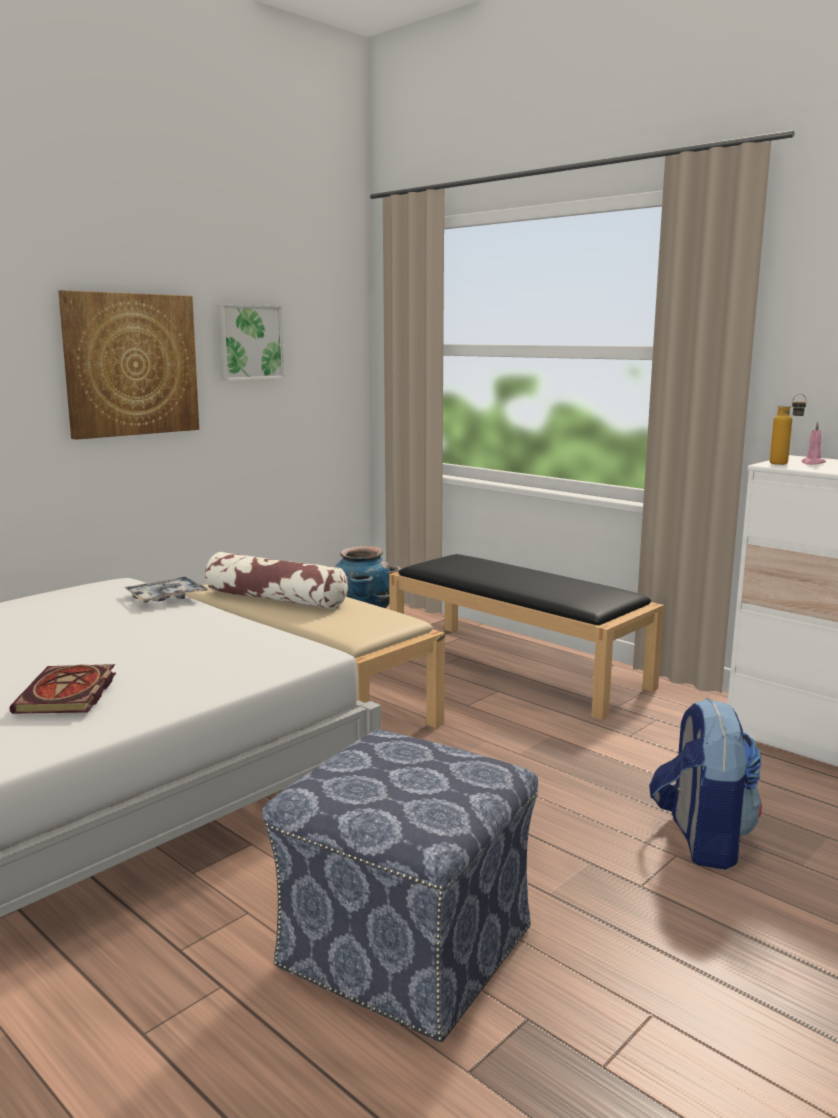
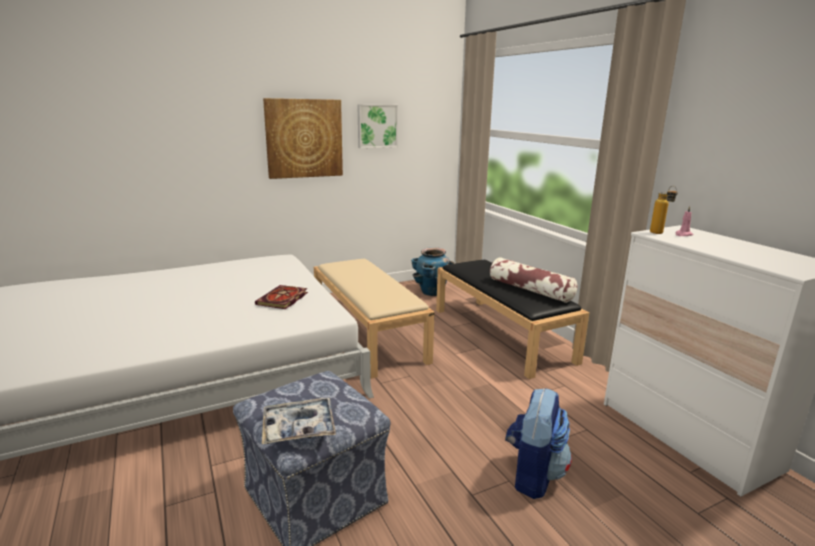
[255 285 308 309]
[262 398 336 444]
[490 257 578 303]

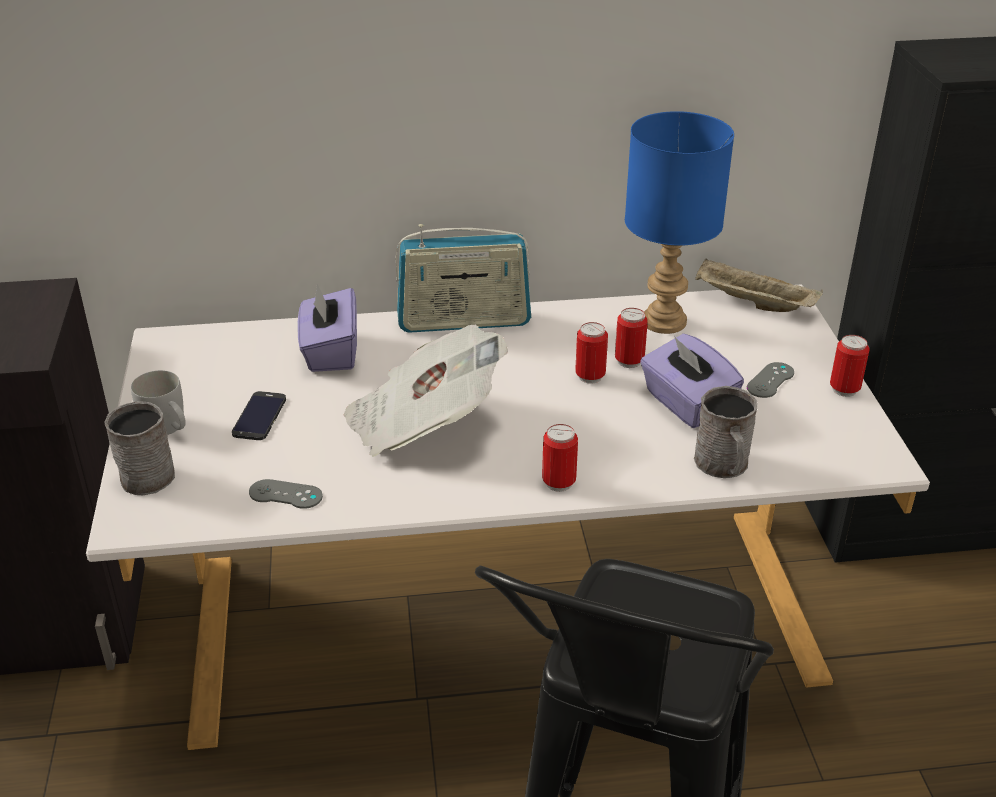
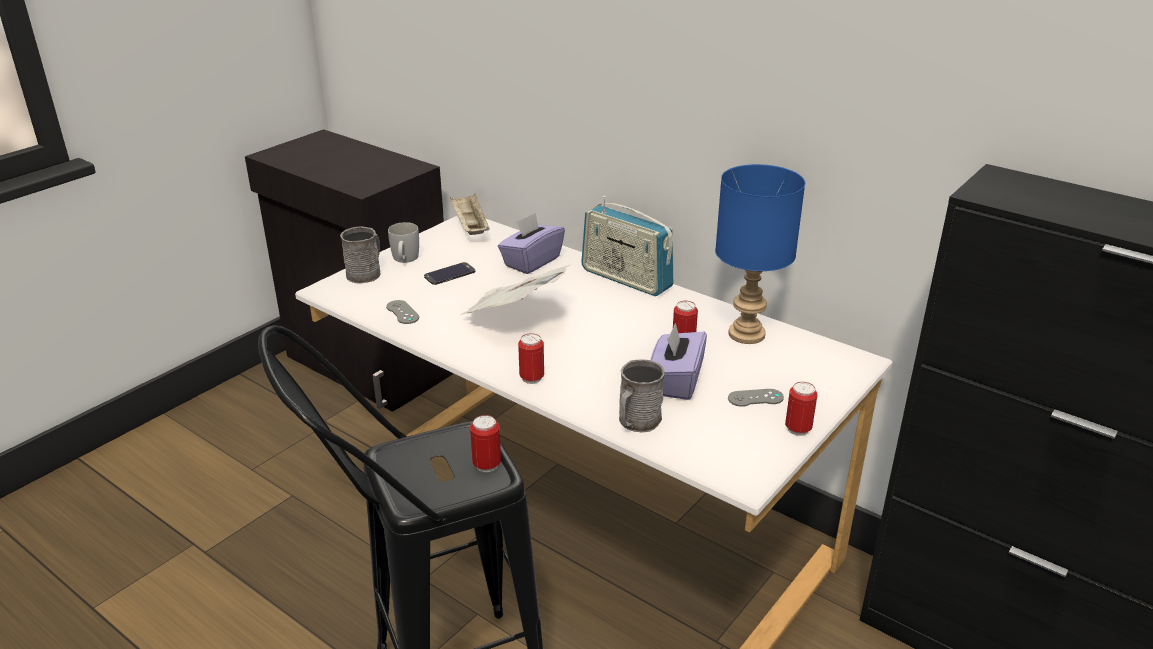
[470 415 501 472]
[450 194 490 235]

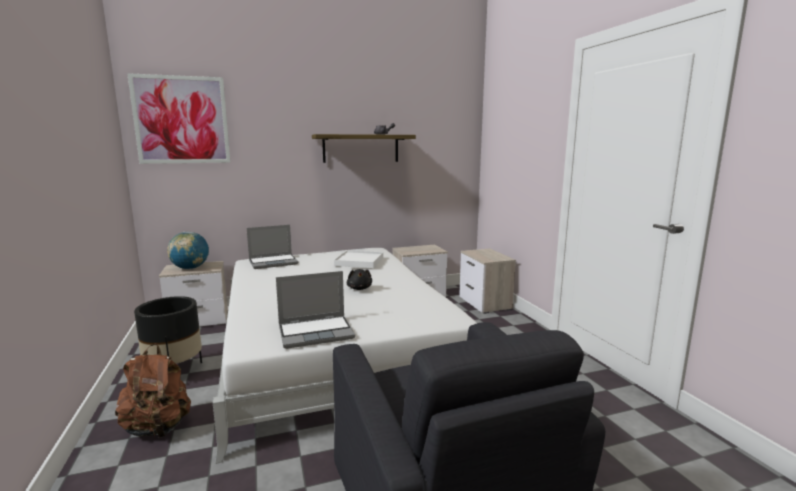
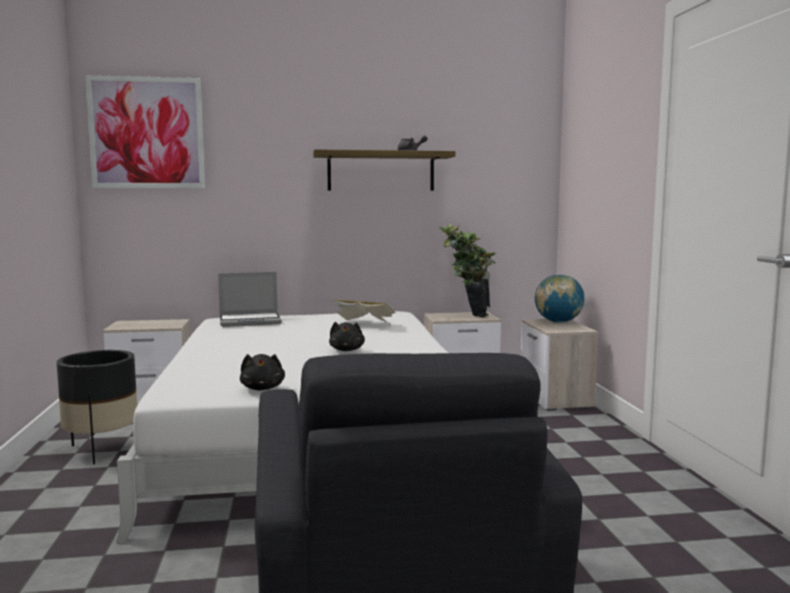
[115 344 191 438] (first image)
[439 223 496 317]
[535 274 584 323]
[240 354 285 390]
[334 300 395 323]

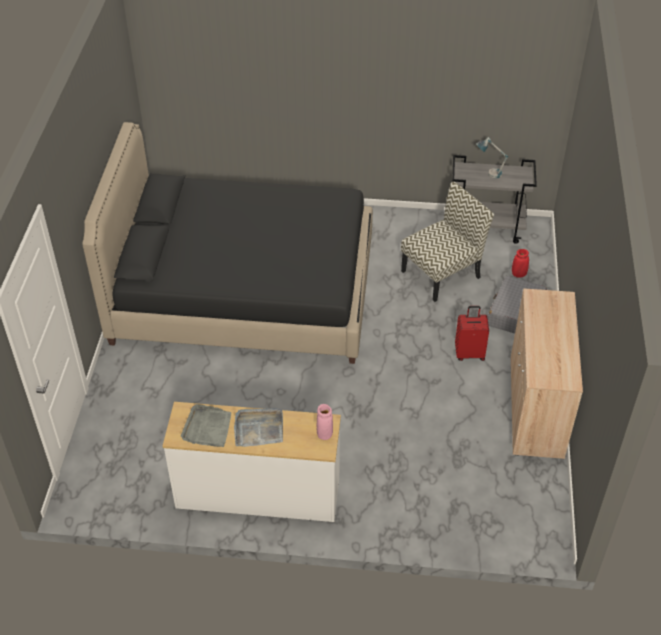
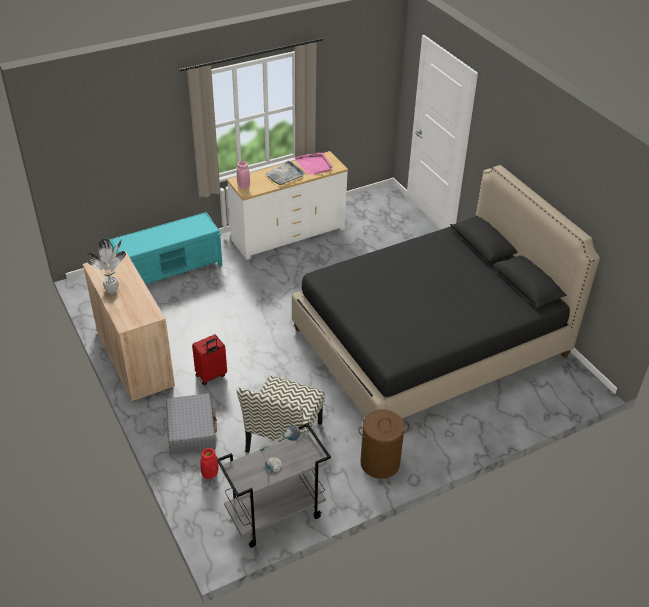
[87 239 126 294]
[109 212 223 284]
[358 409 409 479]
[295 153 333 175]

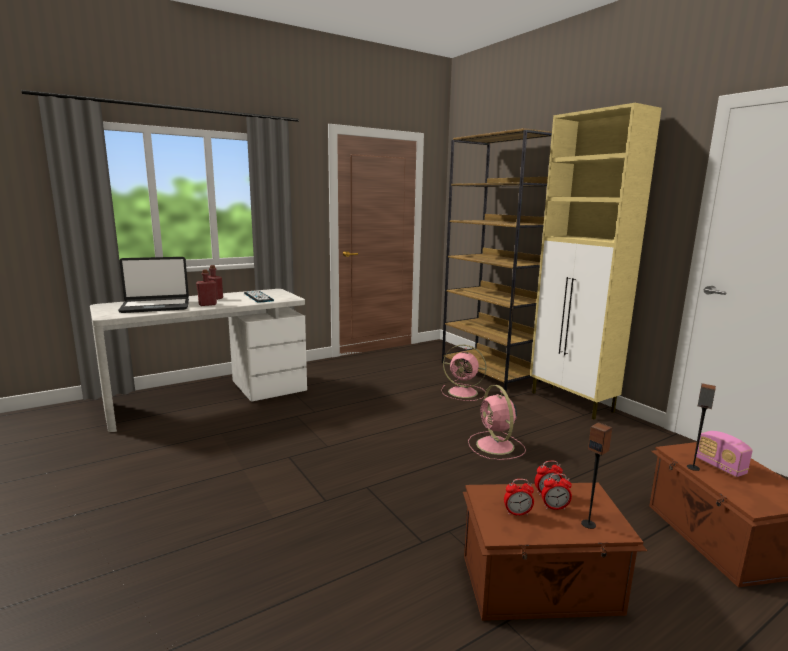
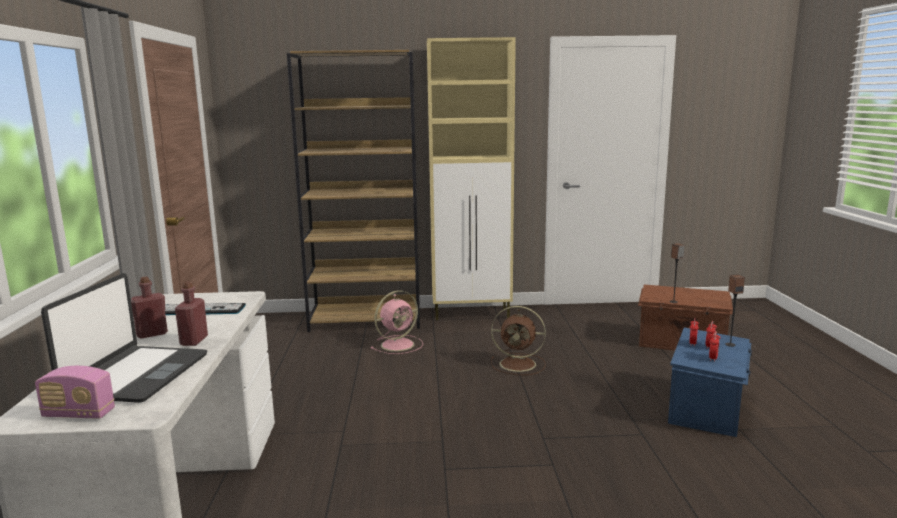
[35 366 115 419]
[668 328 752 437]
[491 306 546 375]

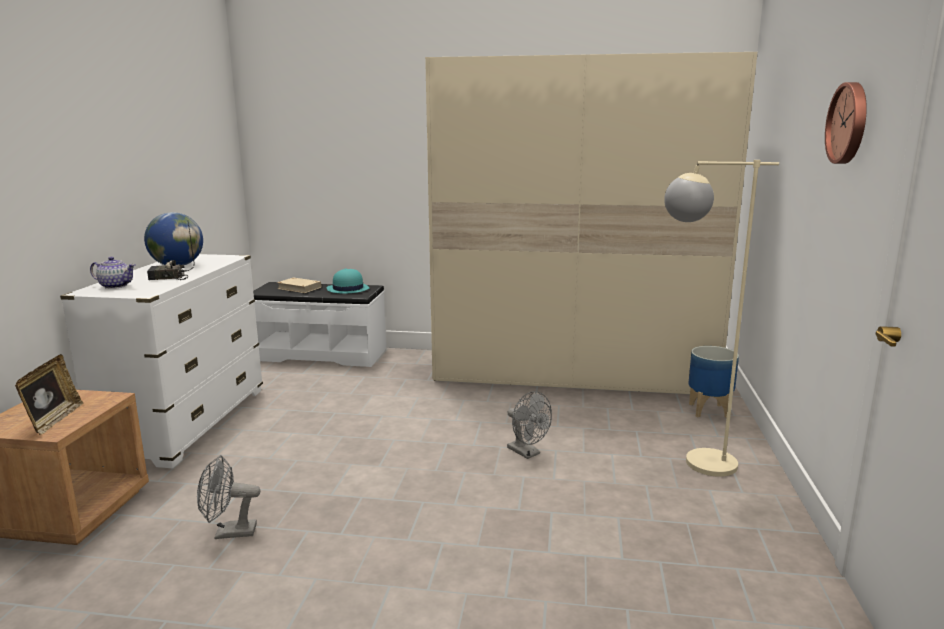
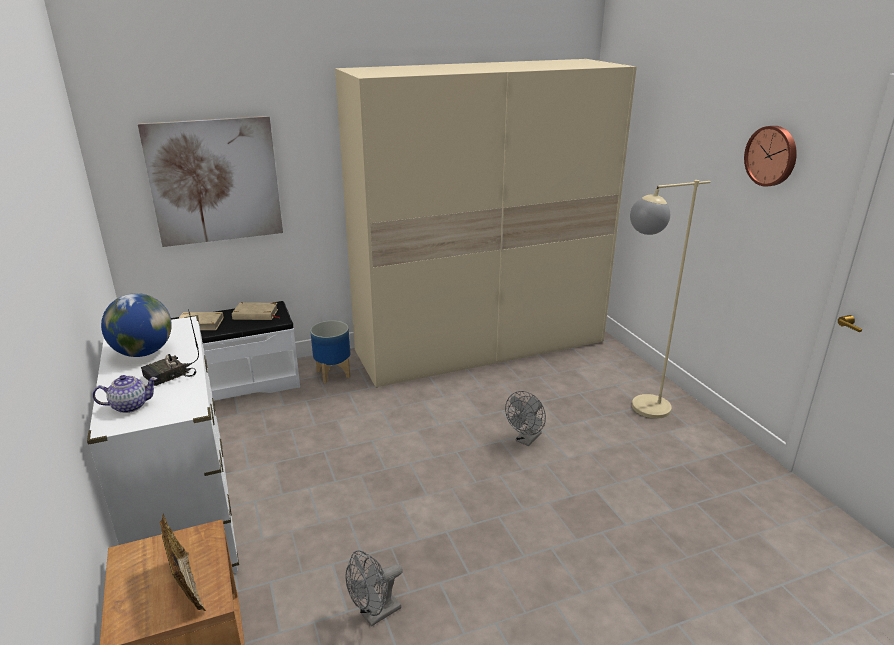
[138 116 283 247]
[310 320 351 383]
[232 302 280 320]
[505 391 546 446]

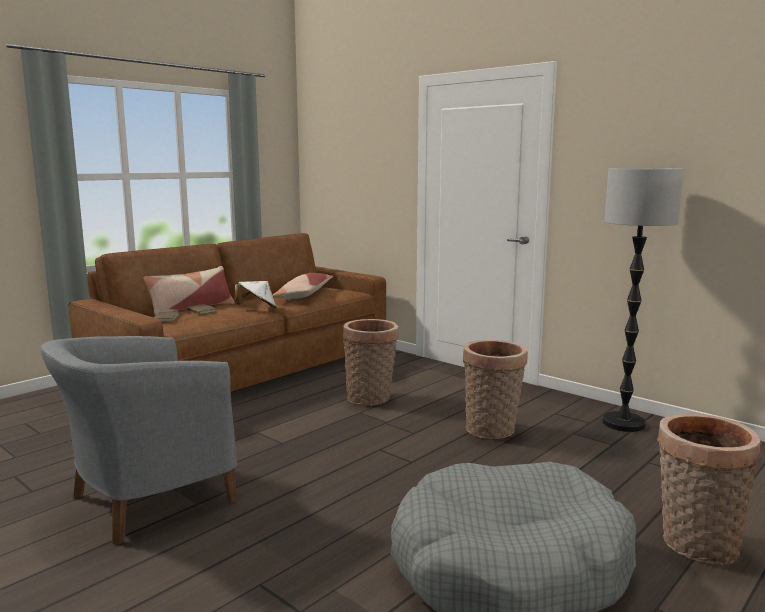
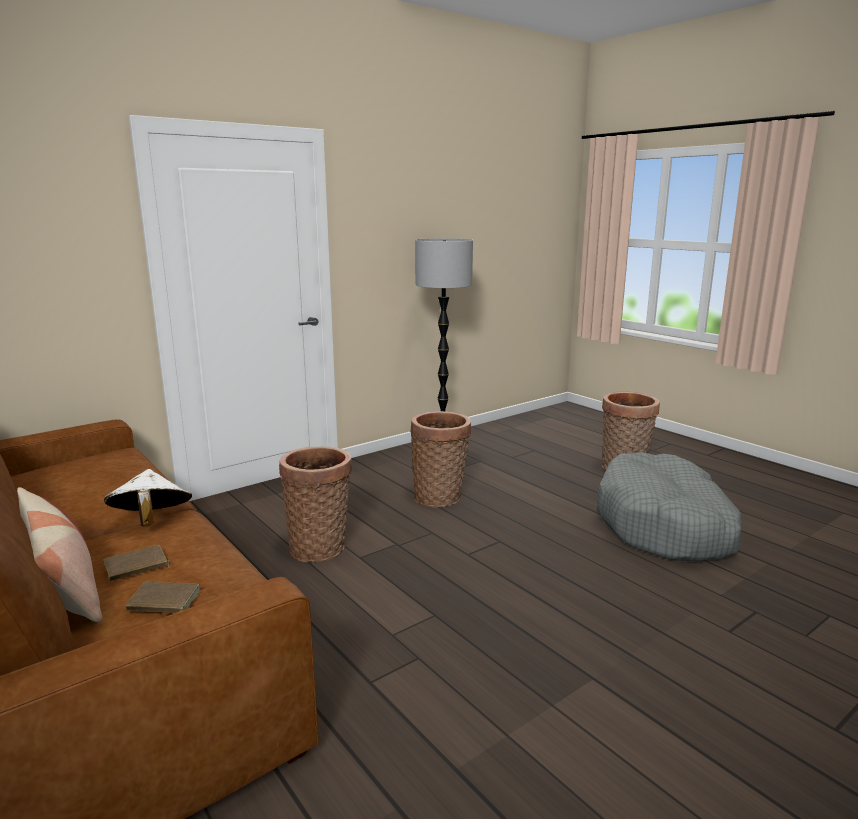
[41 336 237 545] (first image)
[273 273 333 299] (first image)

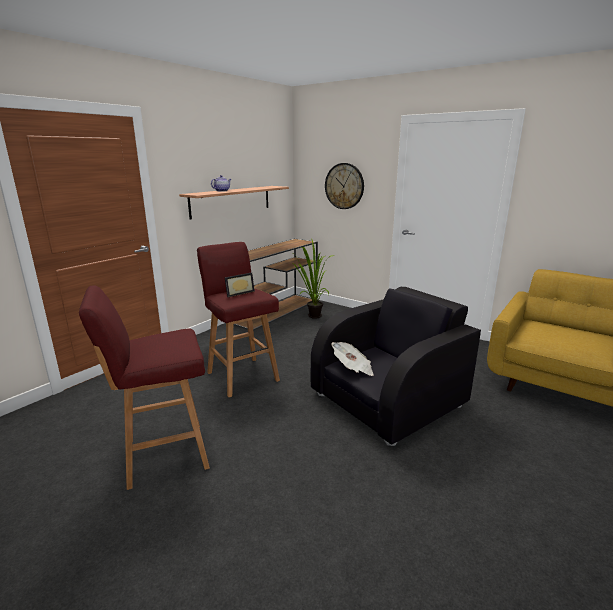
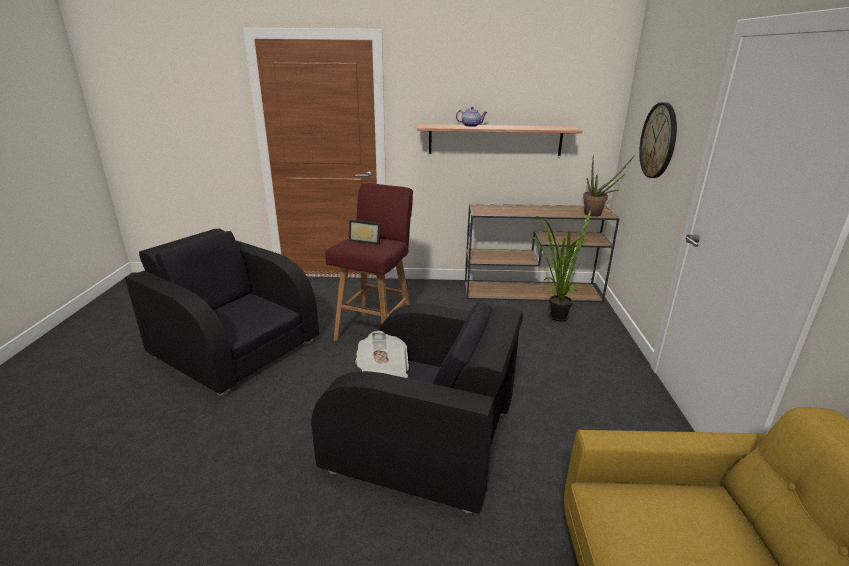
[583 154 634 217]
[125 229 319 395]

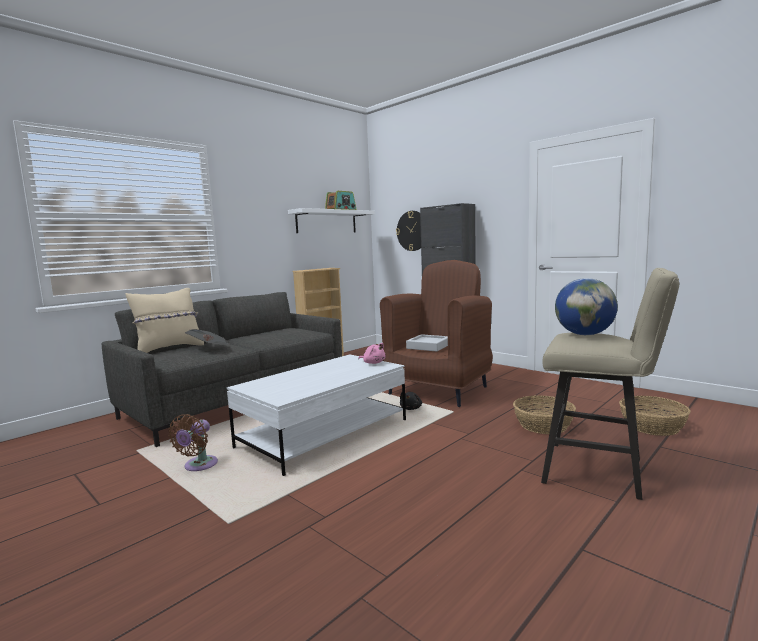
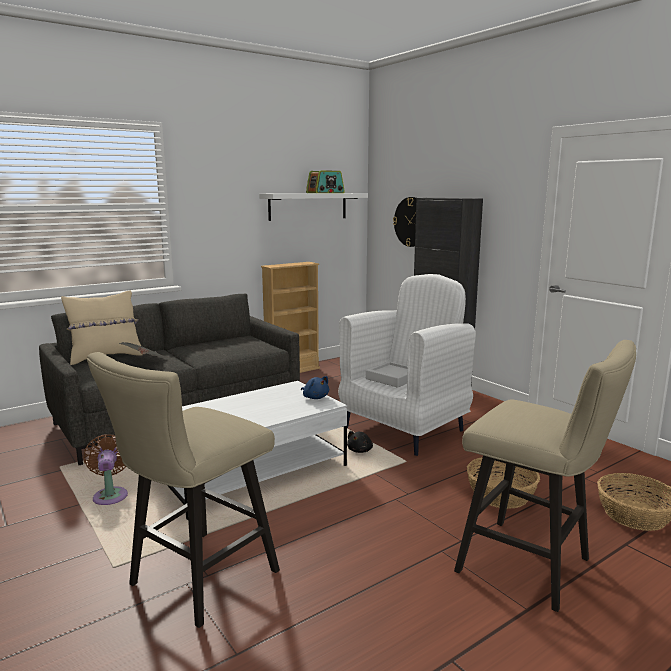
[555 278 618 335] (first image)
[87 352 280 628]
[301 376 329 399]
[338 274 476 456]
[84 434 128 505]

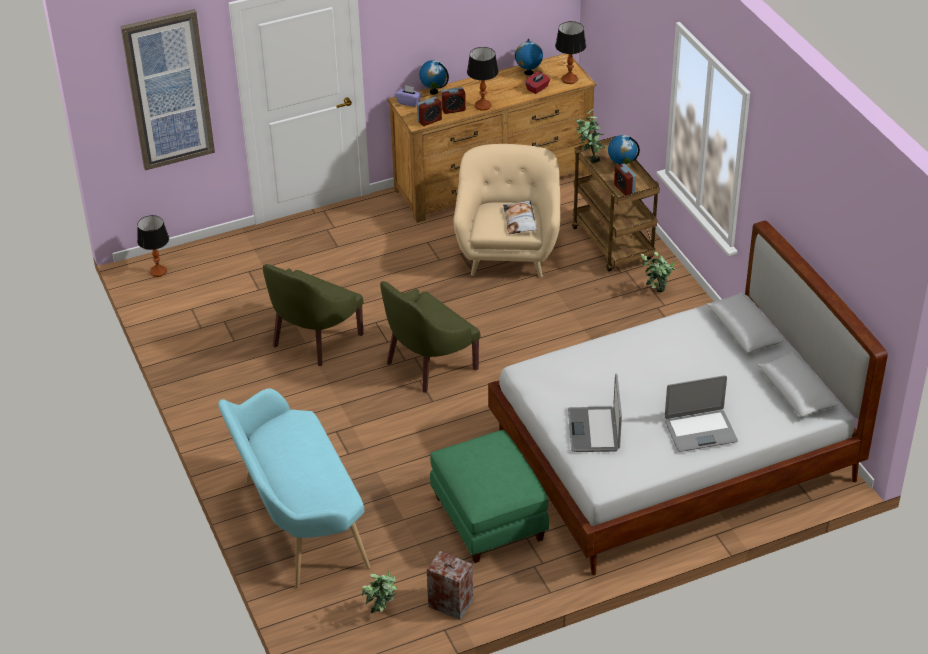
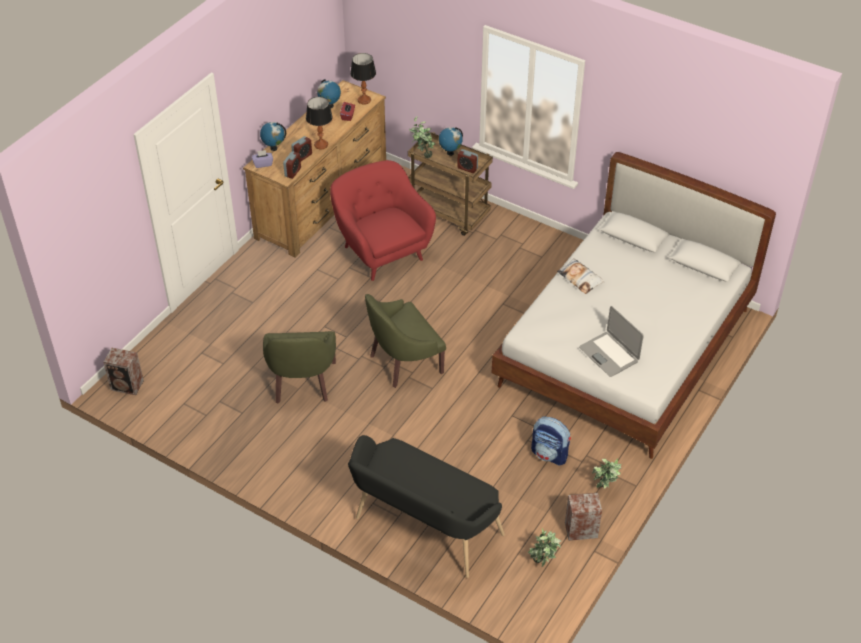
[120 9 215 170] (first image)
[665 375 738 452] (first image)
[557 258 604 294]
[592 458 621 489]
[103 348 144 395]
[531 416 571 466]
[348 435 505 578]
[330 160 436 281]
[365 294 446 388]

